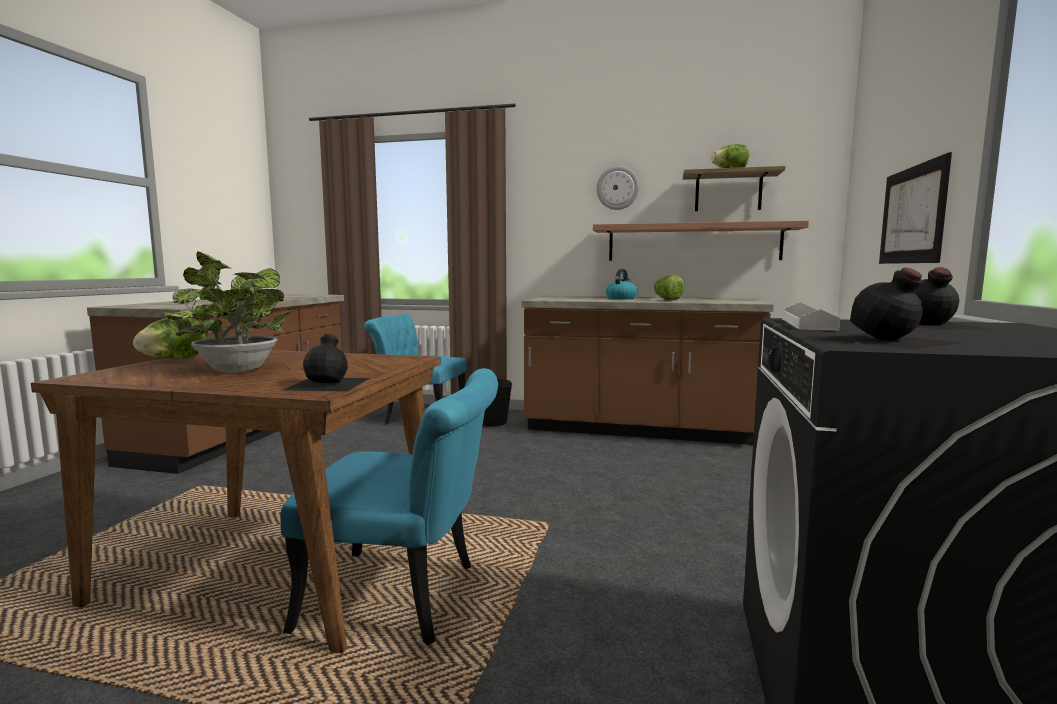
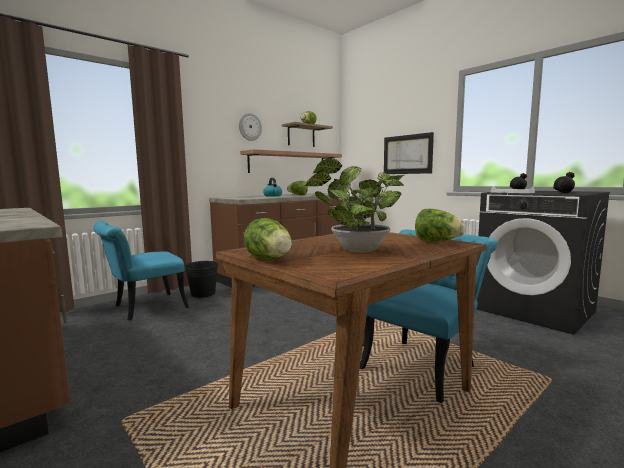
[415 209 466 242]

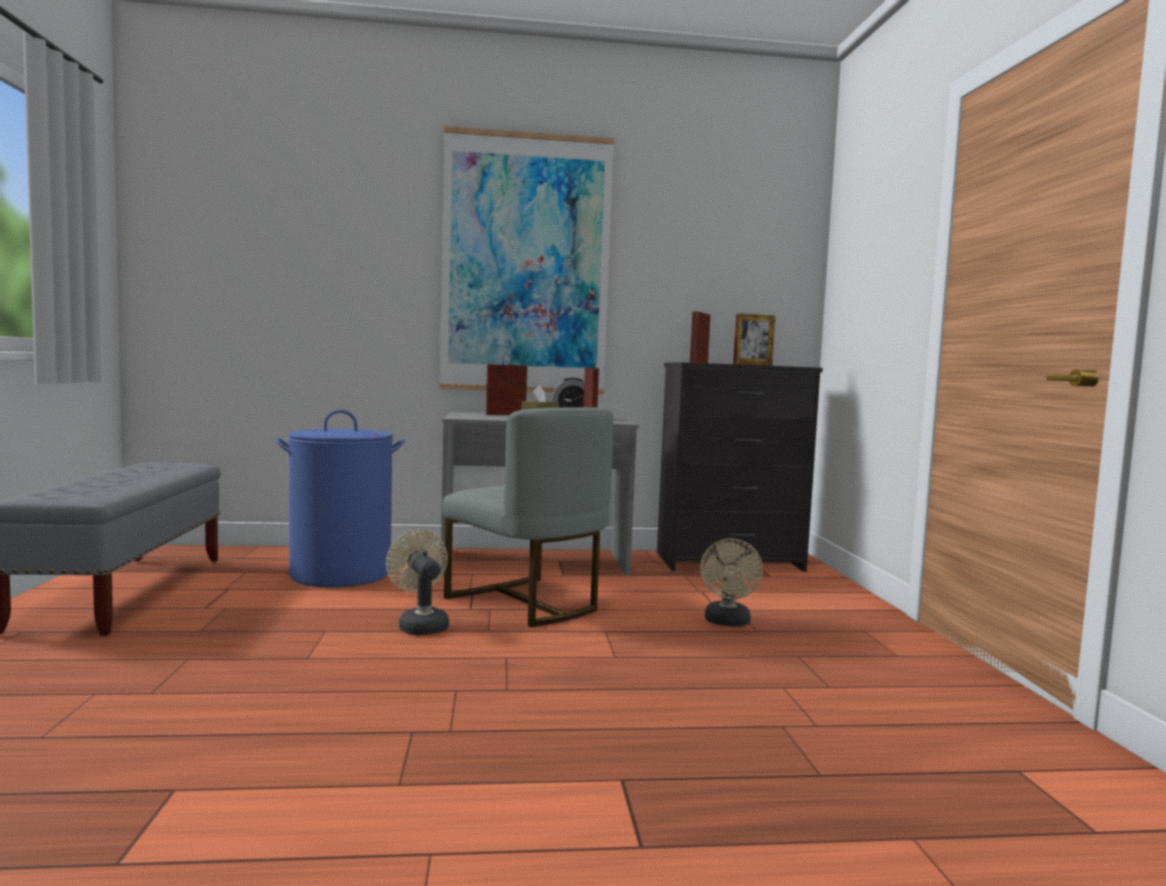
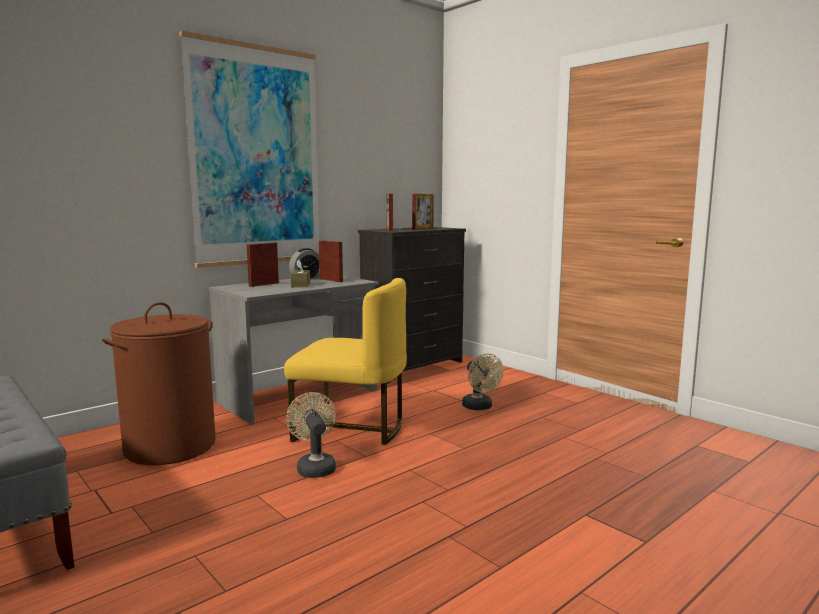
[102 302 216 465]
[284 278 407 445]
[286 392 336 478]

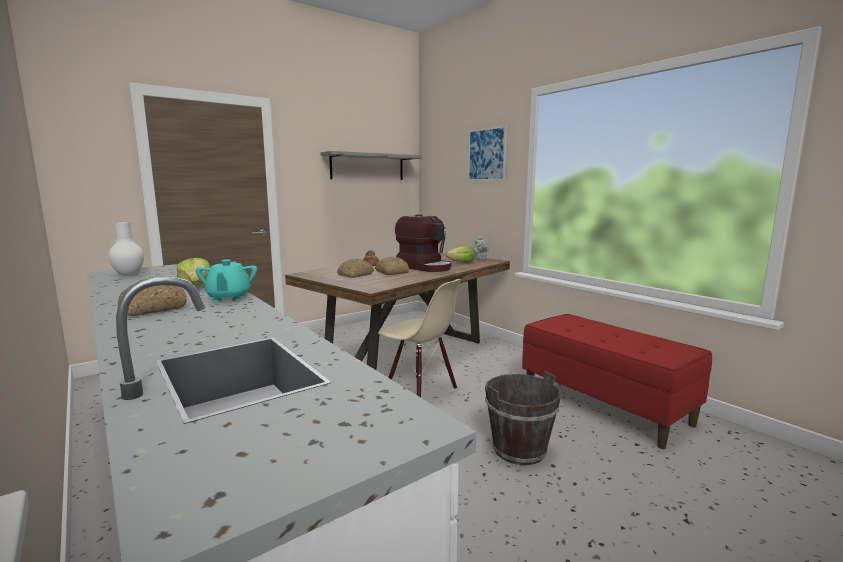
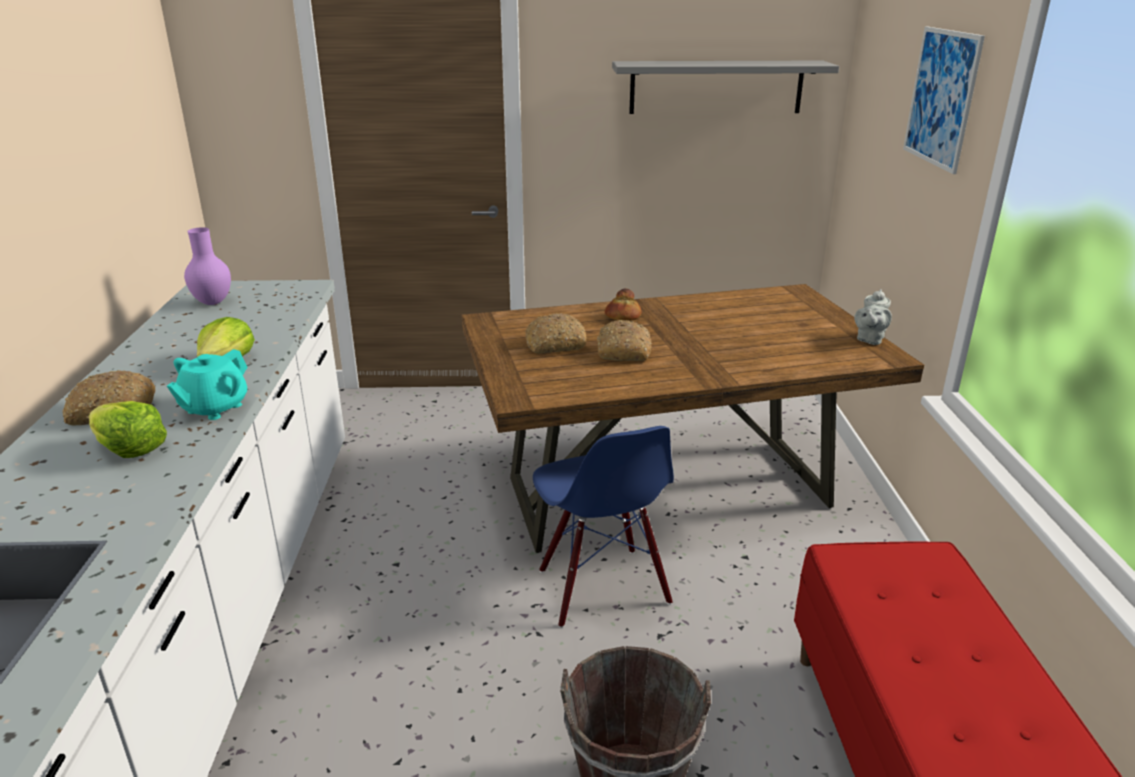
[395 214 452 272] (first image)
[89 401 167 458]
[184 227 231 305]
[533 426 674 628]

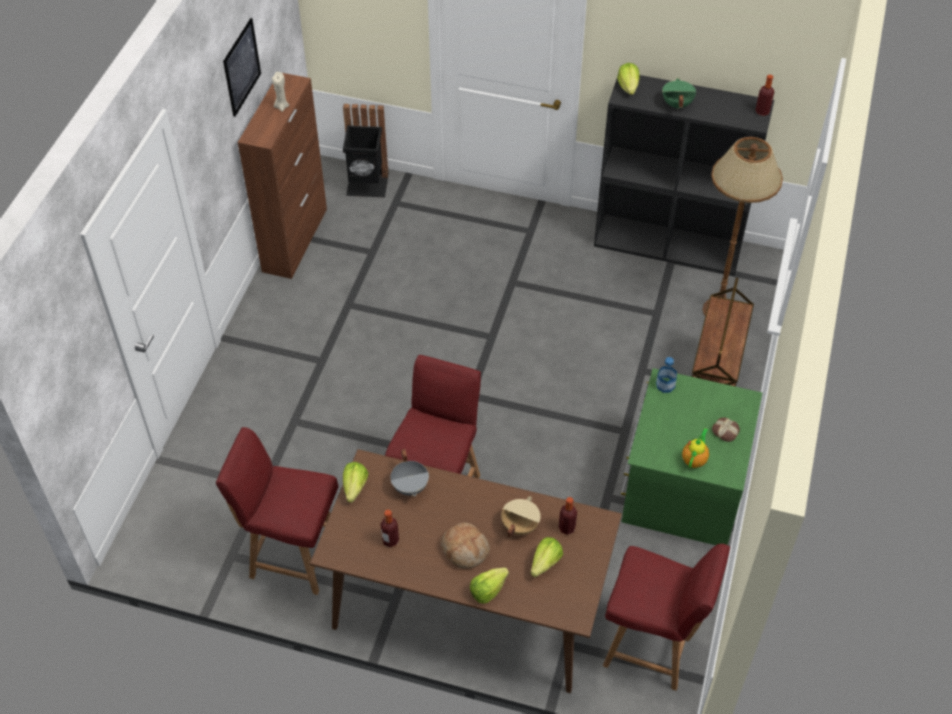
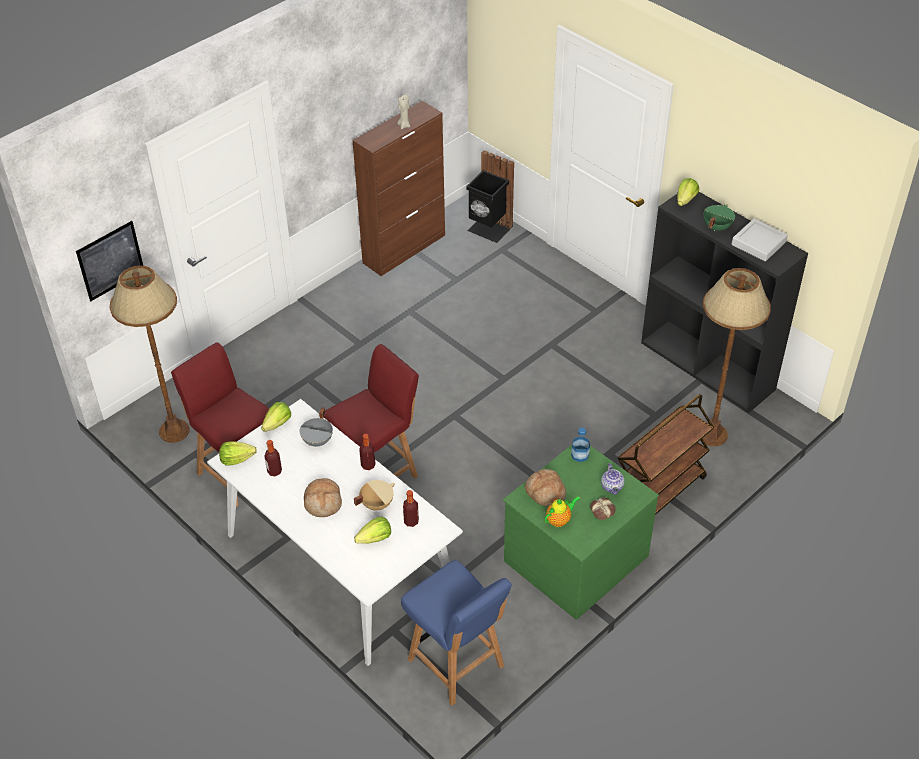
[109 265 190 443]
[525 469 566 507]
[601 463 625 495]
[732 218 788 261]
[76 221 143 301]
[219 441 257 466]
[359 434 376 470]
[207 399 463 666]
[401 560 512 706]

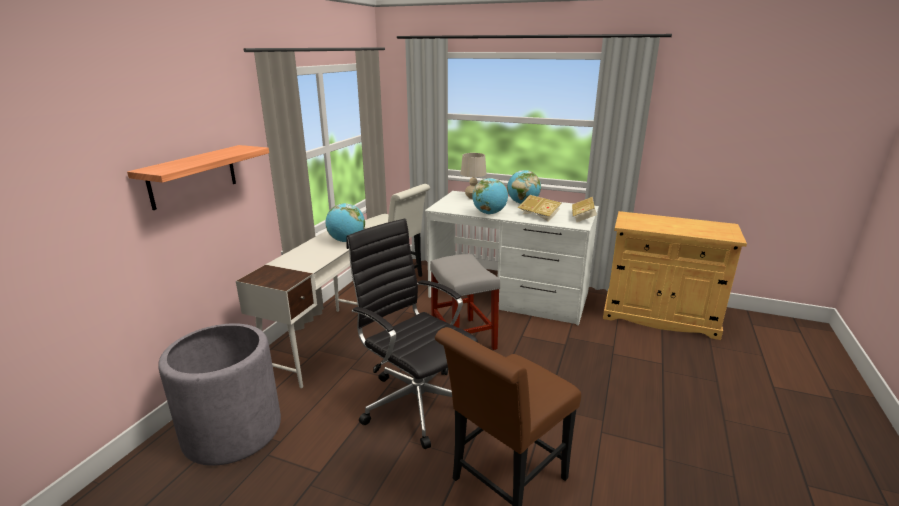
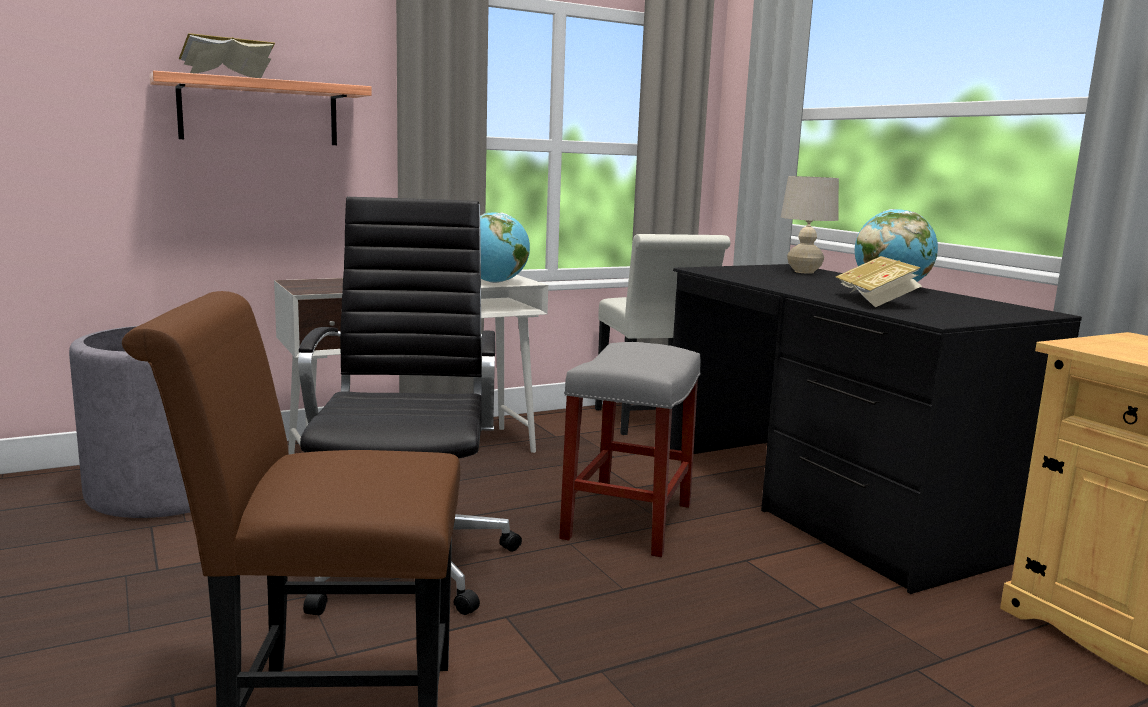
[472 178 508 214] (first image)
[179 33 275 78]
[670 264 1082 594]

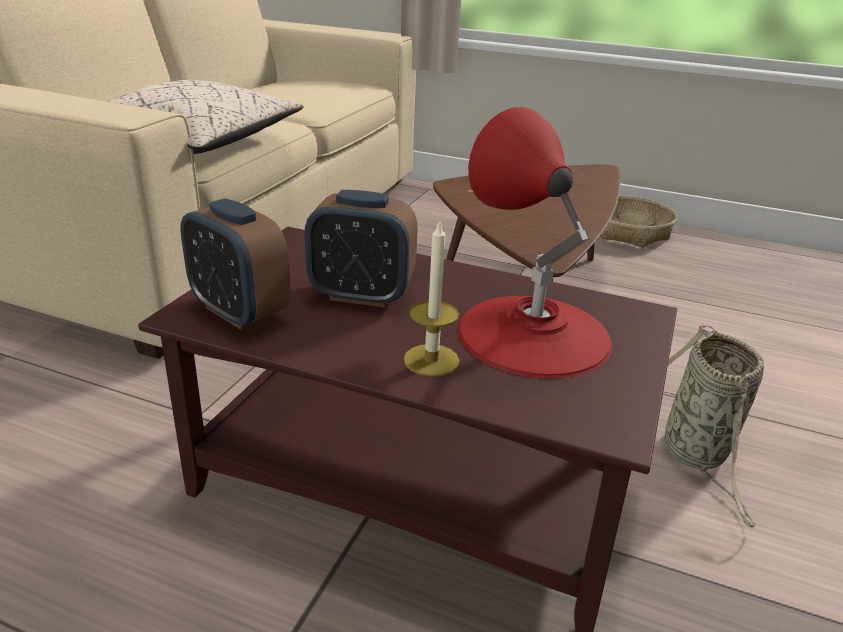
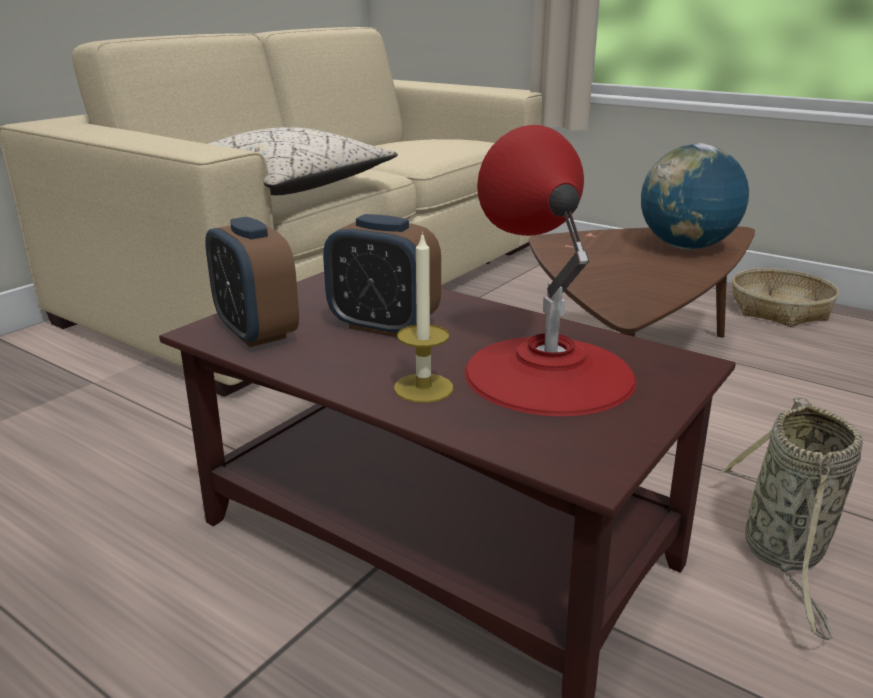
[641 143 749 249]

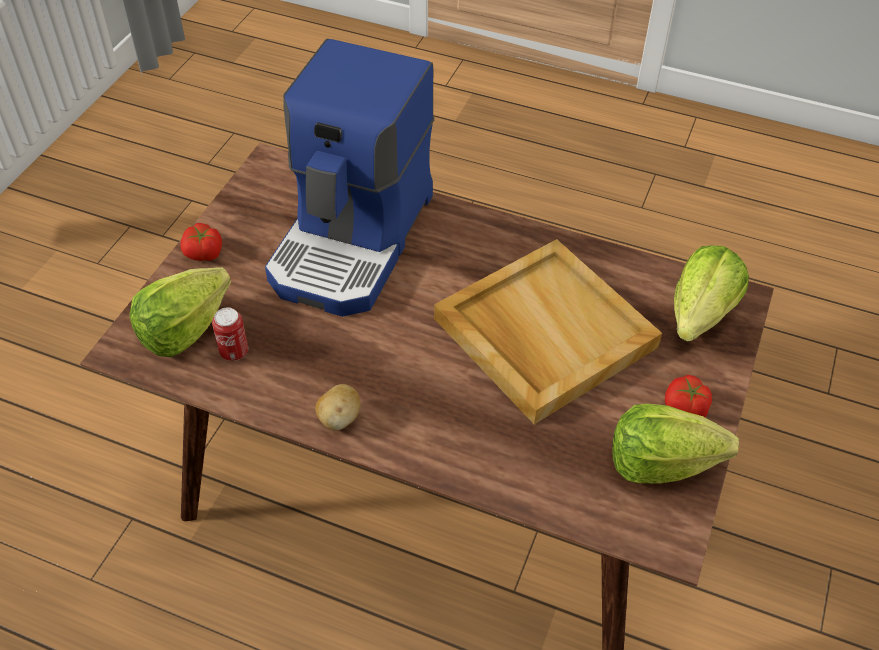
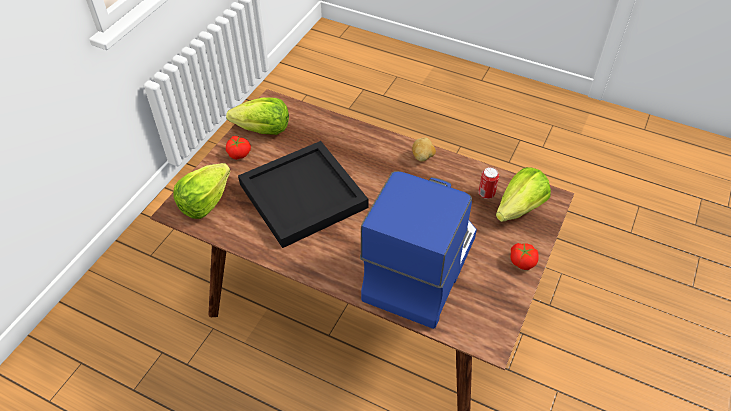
[238 141 368 248]

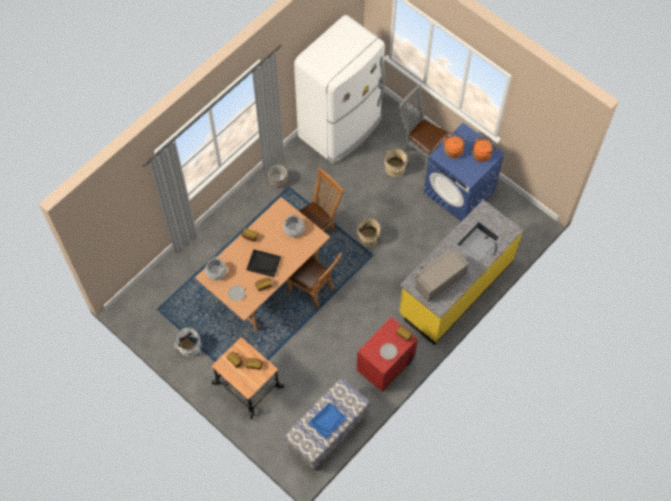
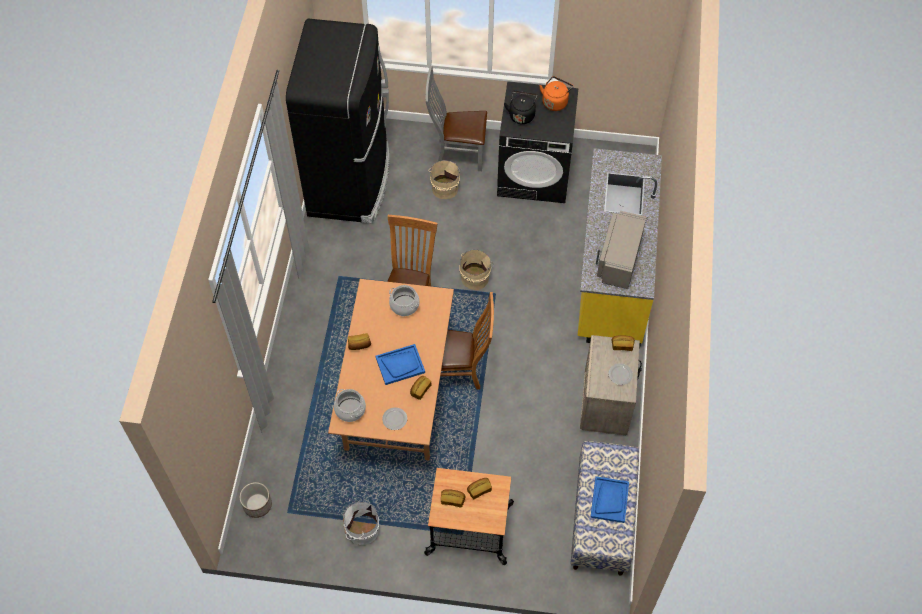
[240 482 272 518]
[376 344 425 385]
[286 19 389 223]
[580 335 642 435]
[497 81 579 203]
[504 90 537 124]

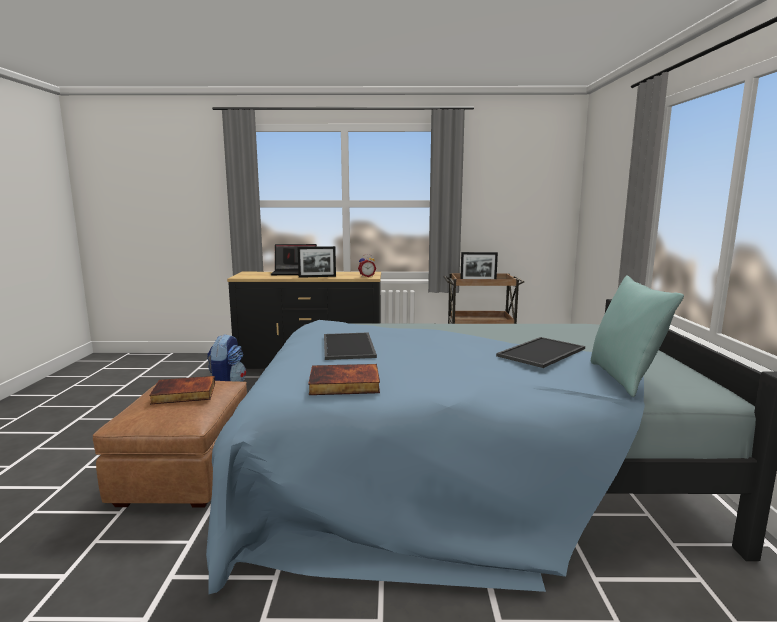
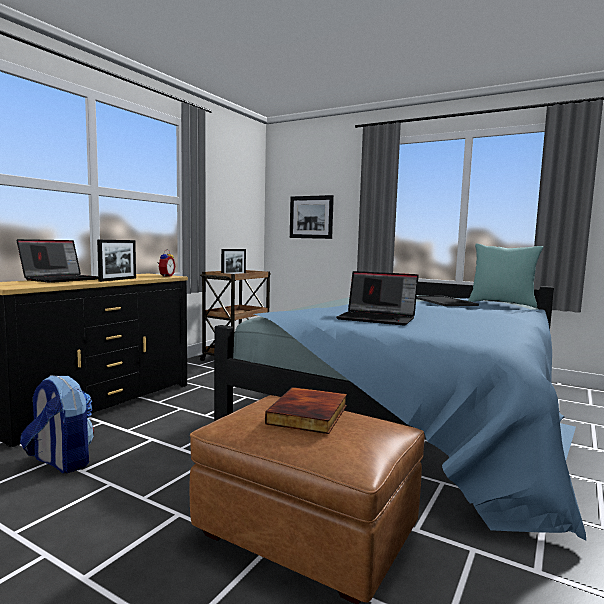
[308 364 380 395] (first image)
[290 195 334 239]
[336 271 419 325]

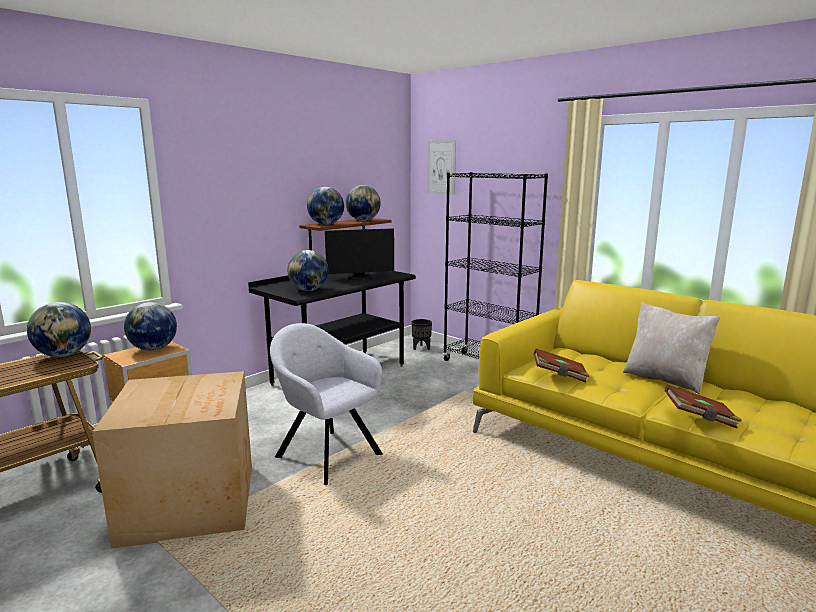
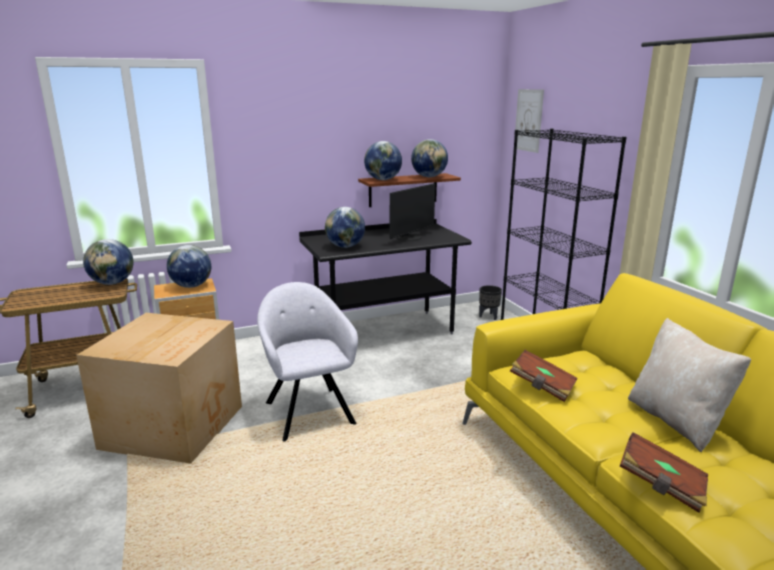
[390 183 435 241]

